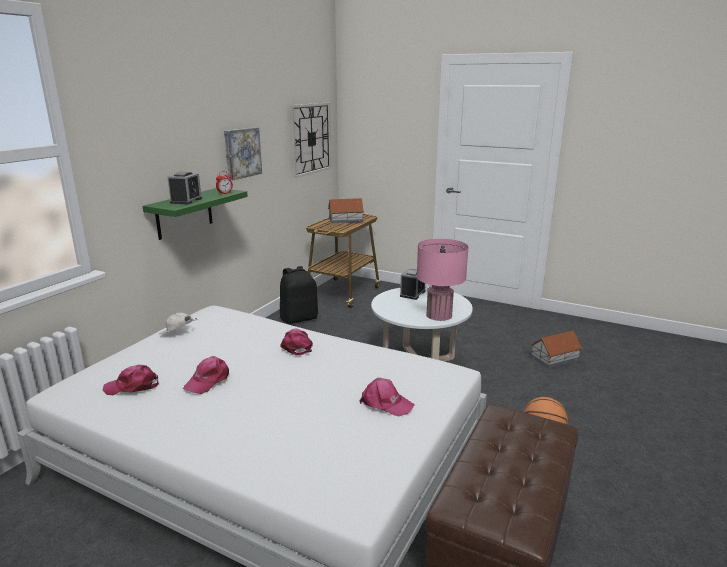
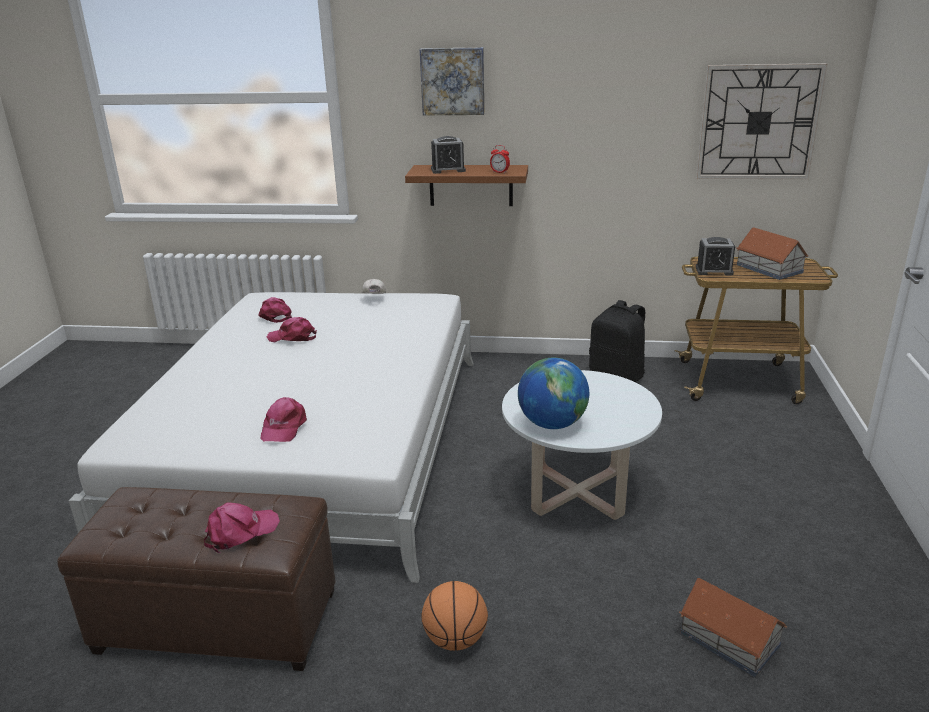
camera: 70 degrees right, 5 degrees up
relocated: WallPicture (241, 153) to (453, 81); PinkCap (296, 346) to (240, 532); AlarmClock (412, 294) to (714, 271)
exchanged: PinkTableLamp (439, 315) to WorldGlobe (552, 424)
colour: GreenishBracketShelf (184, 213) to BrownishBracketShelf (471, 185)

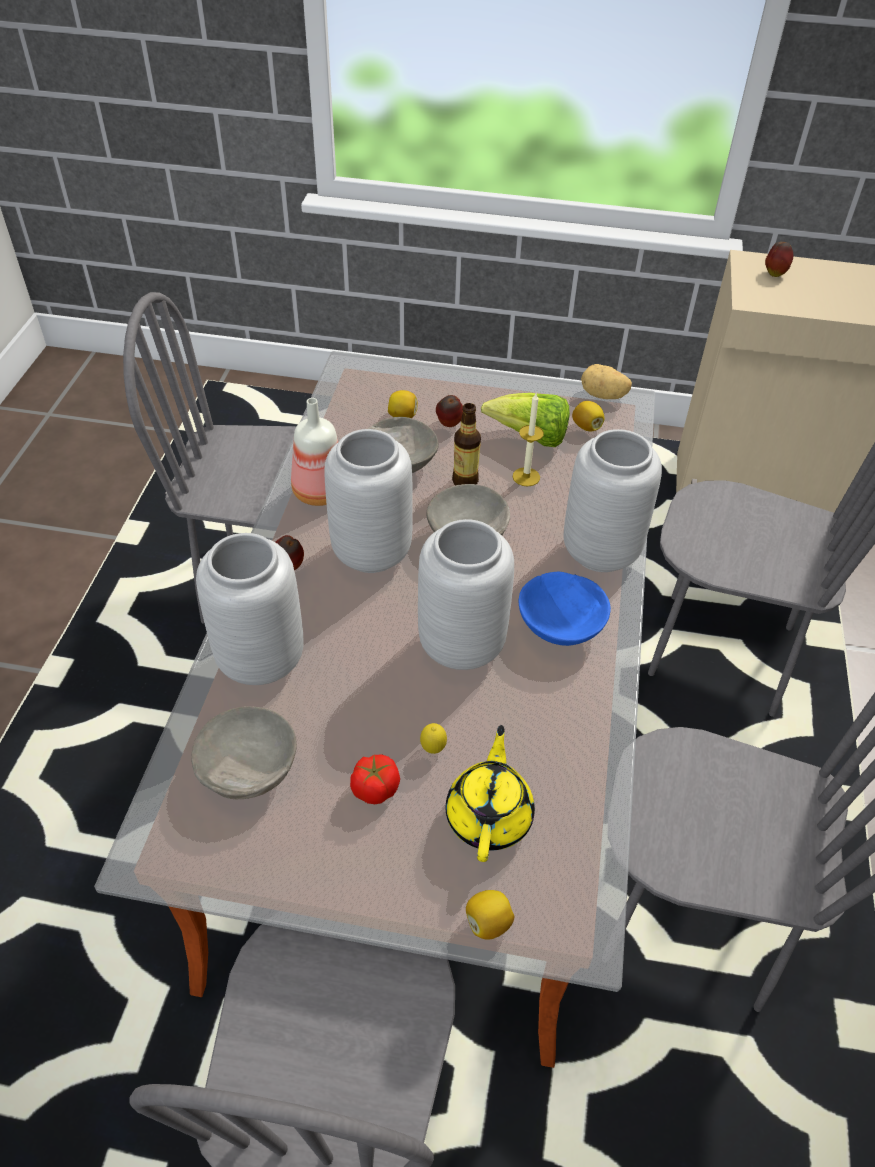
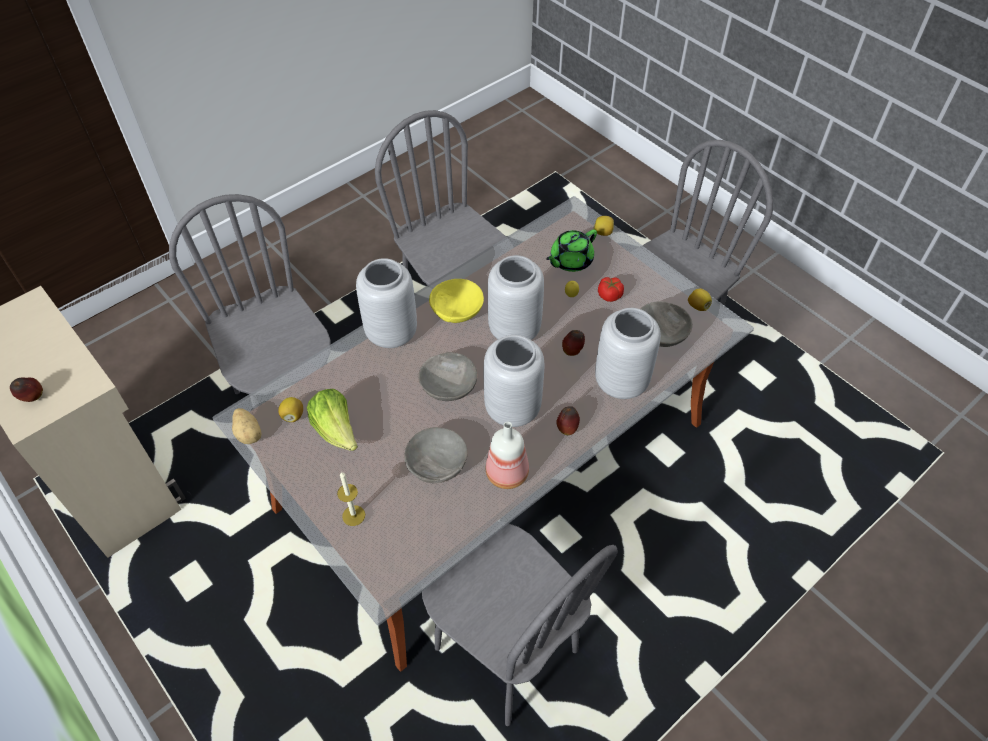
camera: 140 degrees left, 5 degrees up
missing: Bottle (465, 481)
relocated: WholeLemon (403, 416) to (698, 306); Apple (449, 425) to (572, 351); WaxCandle (526, 477) to (353, 515)
colour: YellowPotForTea (489, 815) to GreenishPotForTea (570, 261); BlueServingBowl (559, 625) to YellowServingBowl (457, 312)

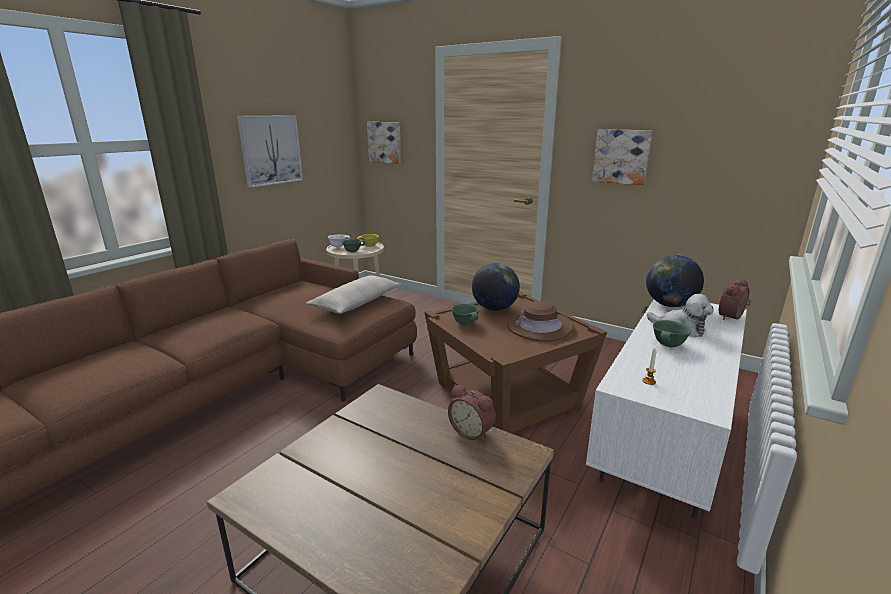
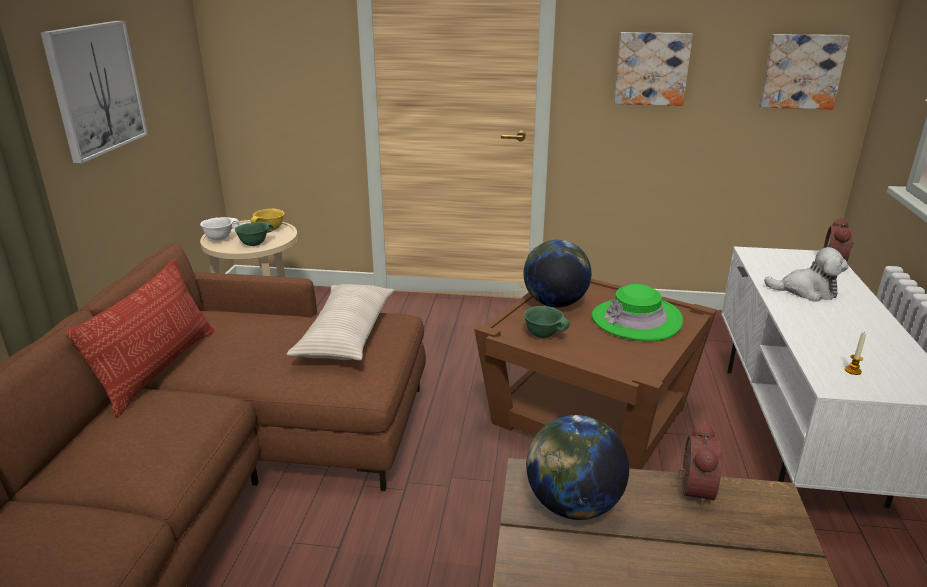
camera: 25 degrees left, 5 degrees up
missing: GreenishServingBowl (669, 345)
appeared: Cushion (158, 369)
relocated: WallPicture (385, 142) to (801, 71); WorldGlobe (669, 305) to (573, 505)
colour: BrownishClothingHat (540, 327) to GreenishClothingHat (636, 320)
spun: AlarmClock (472, 431) = (692, 489) 90 degrees counterclockwise

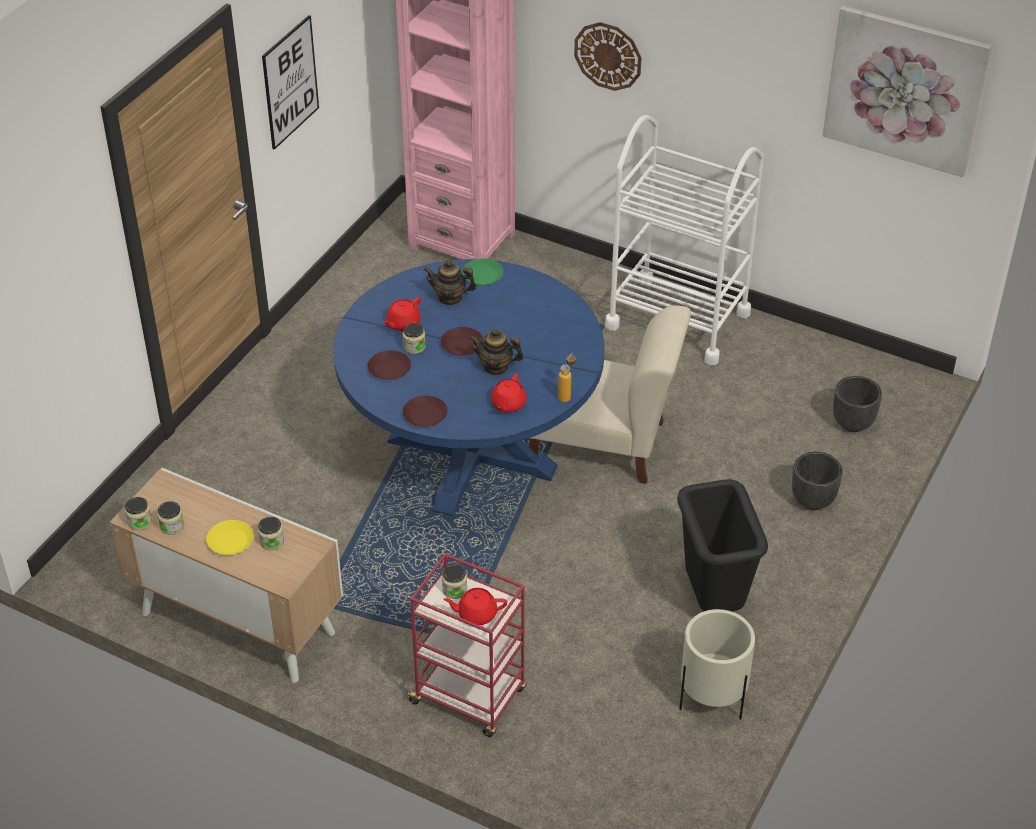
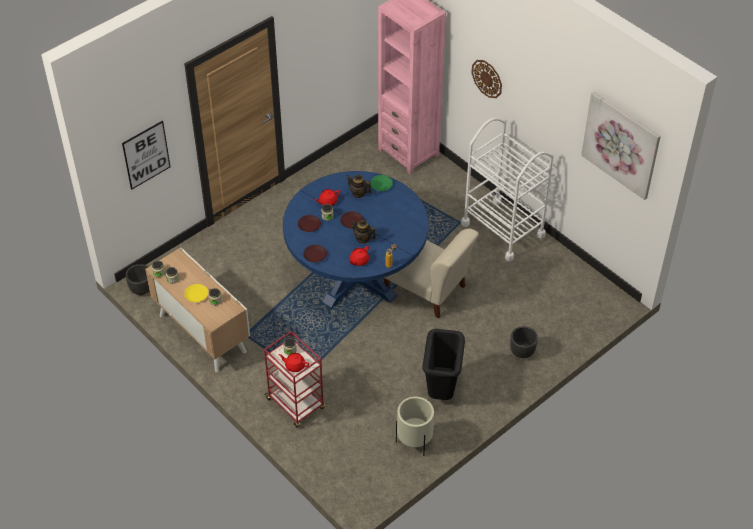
camera: 20 degrees right, 5 degrees up
relocated: WallPicture (290, 82) to (146, 155); BlackColouredPlantPot (853, 423) to (142, 290)

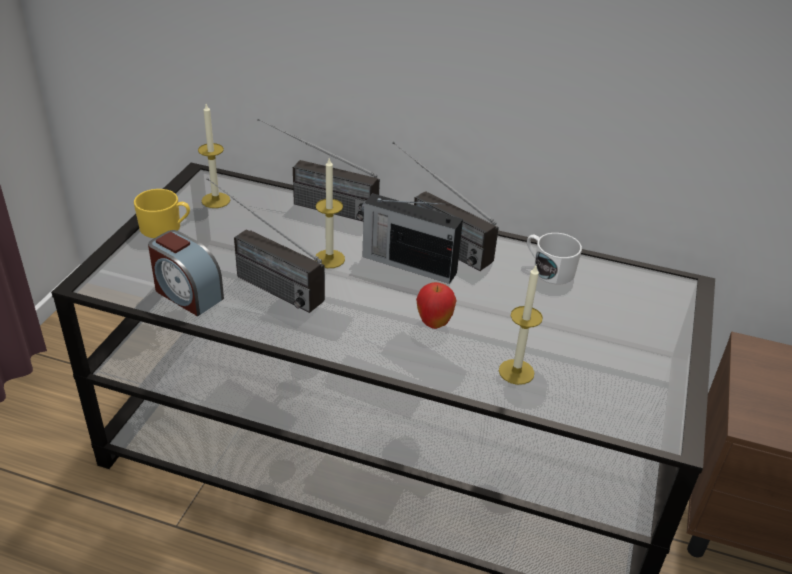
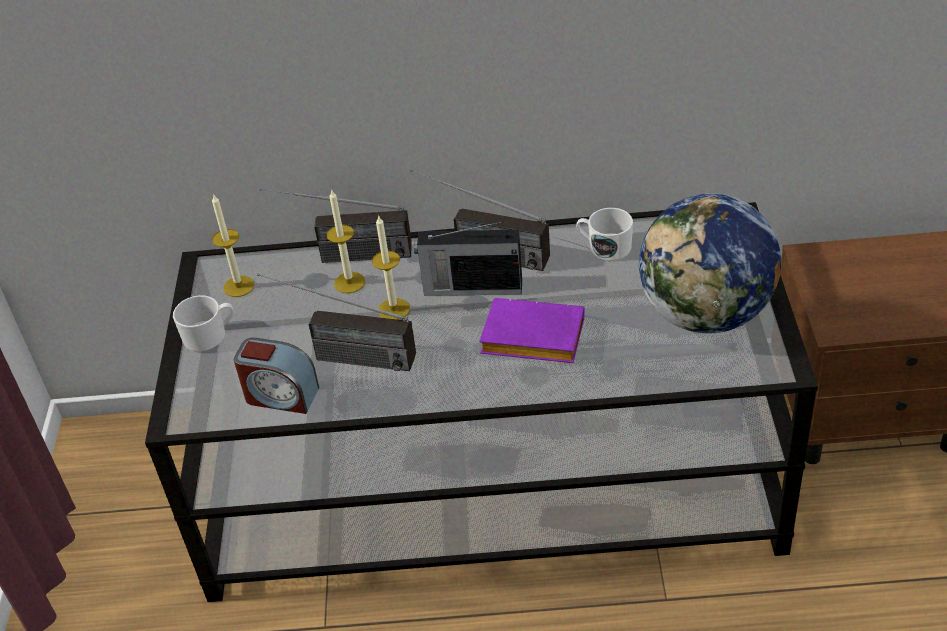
camera: 15 degrees left, 5 degrees up
appeared: WorldGlobe (706, 314)
relocated: WaxCandle (516, 372) to (349, 282)
exchanged: Apple (434, 323) to PurpleColouredBook (529, 339)
colour: YellowCoffeeMug (165, 228) to WhiteColouredCoffeeMug (210, 335)

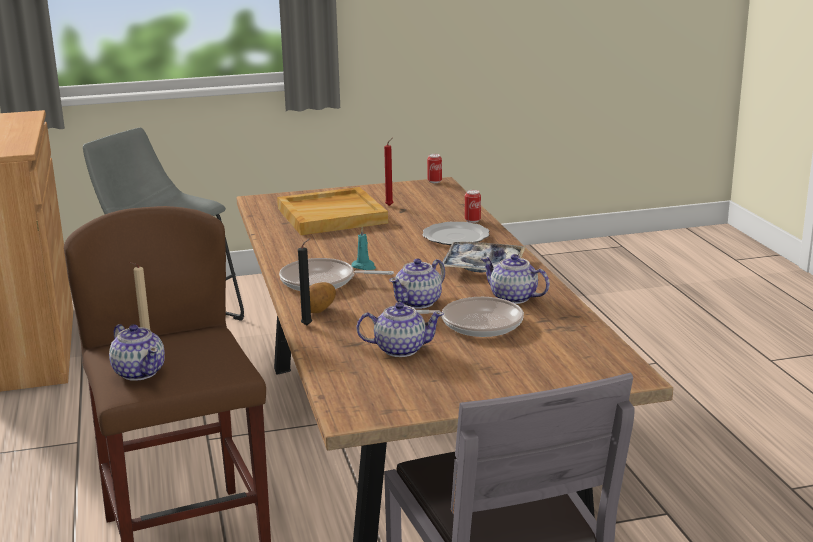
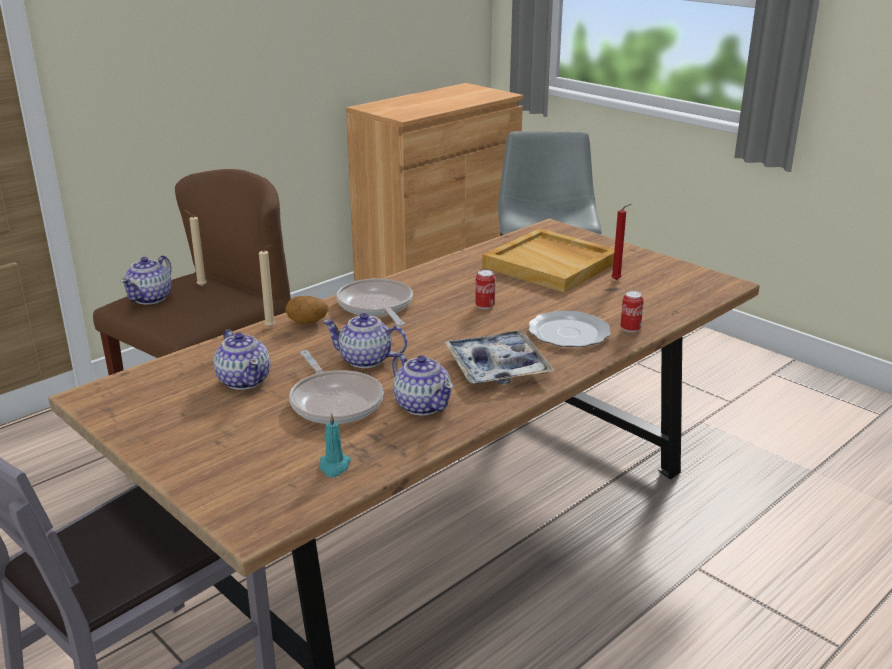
camera: 60 degrees right, 5 degrees up
relocated: BlueGreenWaxCandle (364, 267) to (334, 466); MetalCan (434, 181) to (485, 306)
colour: BlackColouredWaxCandle (308, 325) to BeigeWaxCandle (271, 327)
spun: PotForTea (513, 298) = (422, 405) 135 degrees clockwise

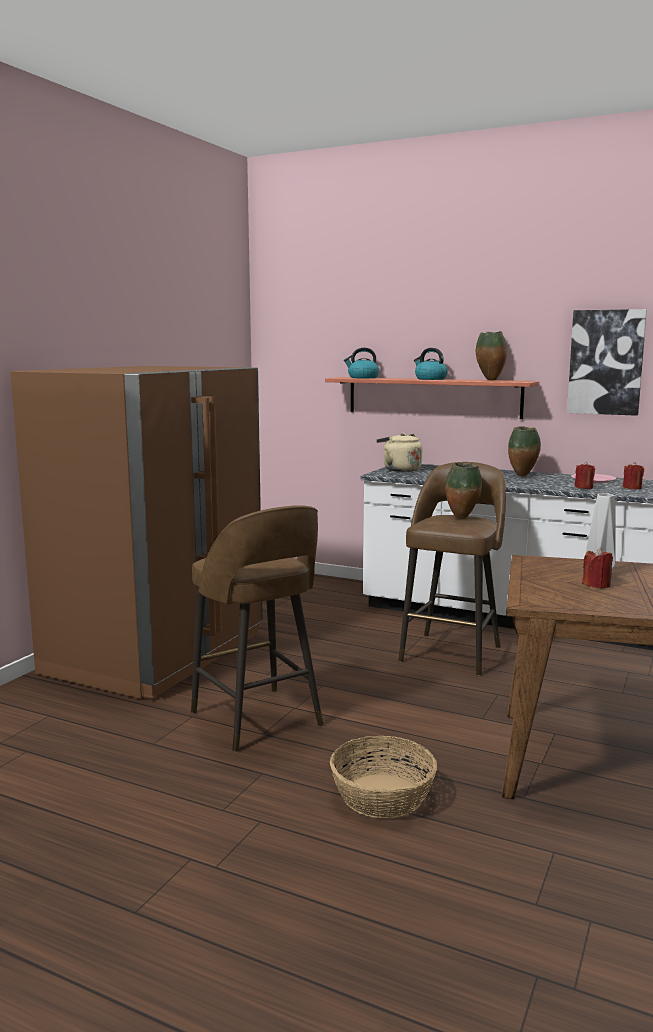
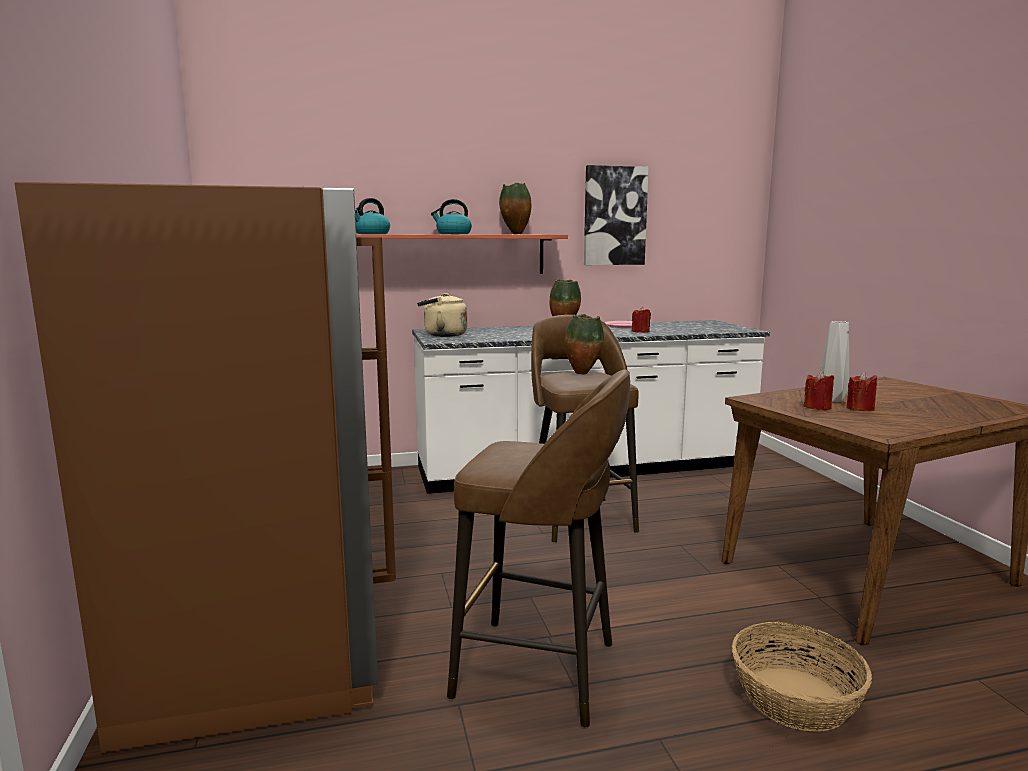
camera: 40 degrees left, 0 degrees up
relocated: RedColouredWaxCandle (632, 488) to (817, 407)

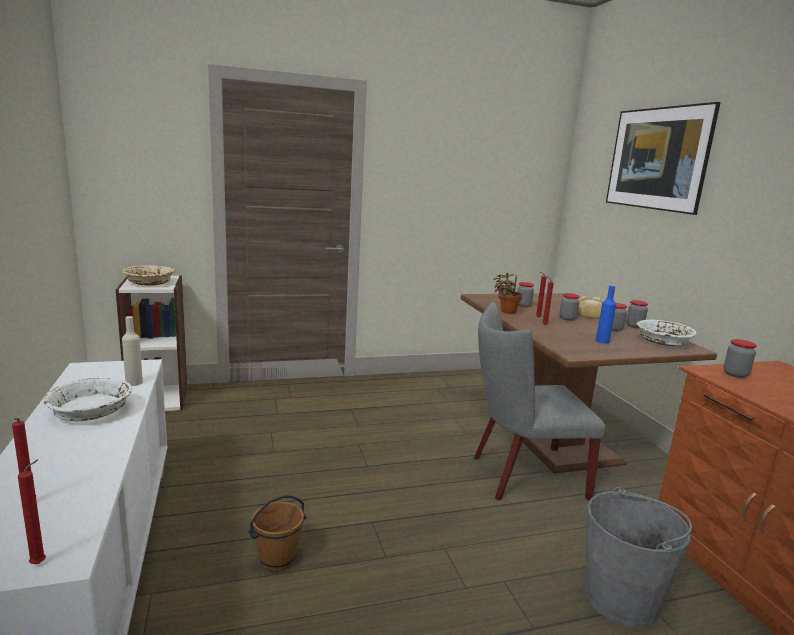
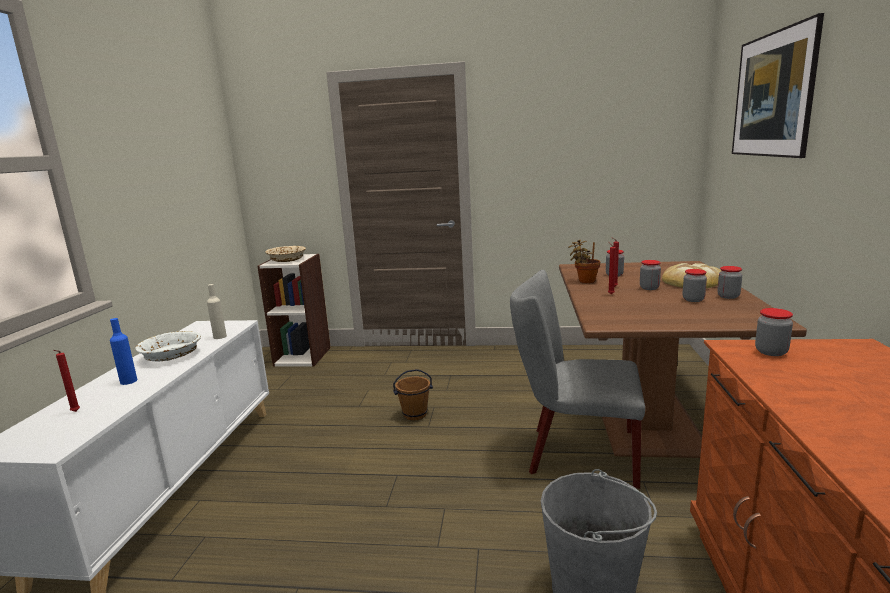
camera: 25 degrees right, 0 degrees up
missing: RedColouredWaxCandle (41, 563); WhiteColouredServingBowl (662, 341)
relocated: BrownishBucket (277, 559) to (415, 414); BlueBottle (602, 341) to (128, 381)

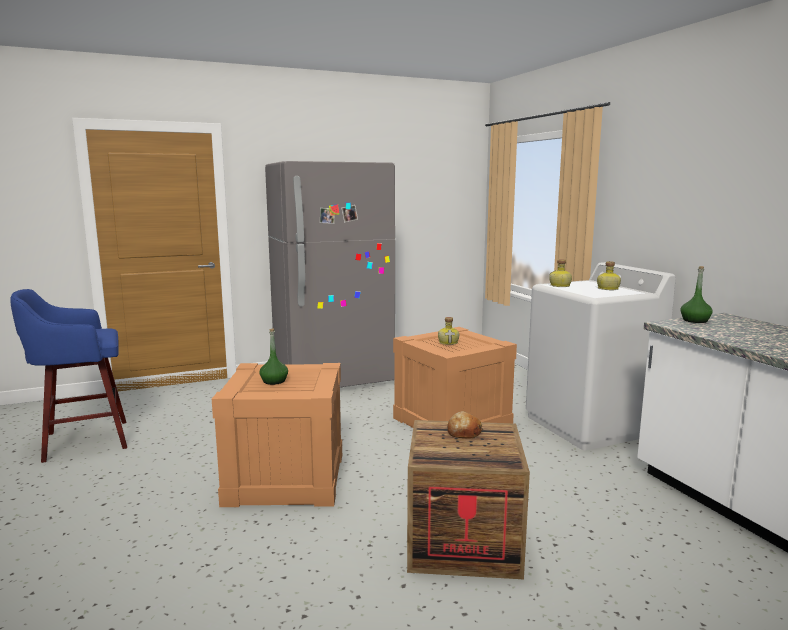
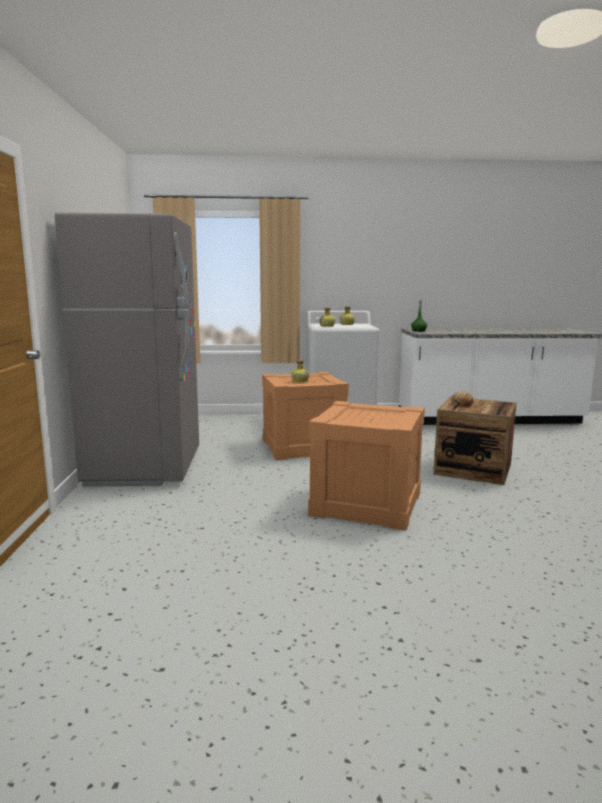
camera: 70 degrees left, 0 degrees up
missing: BlueStool (83, 441); GreenishBottle (274, 381)

